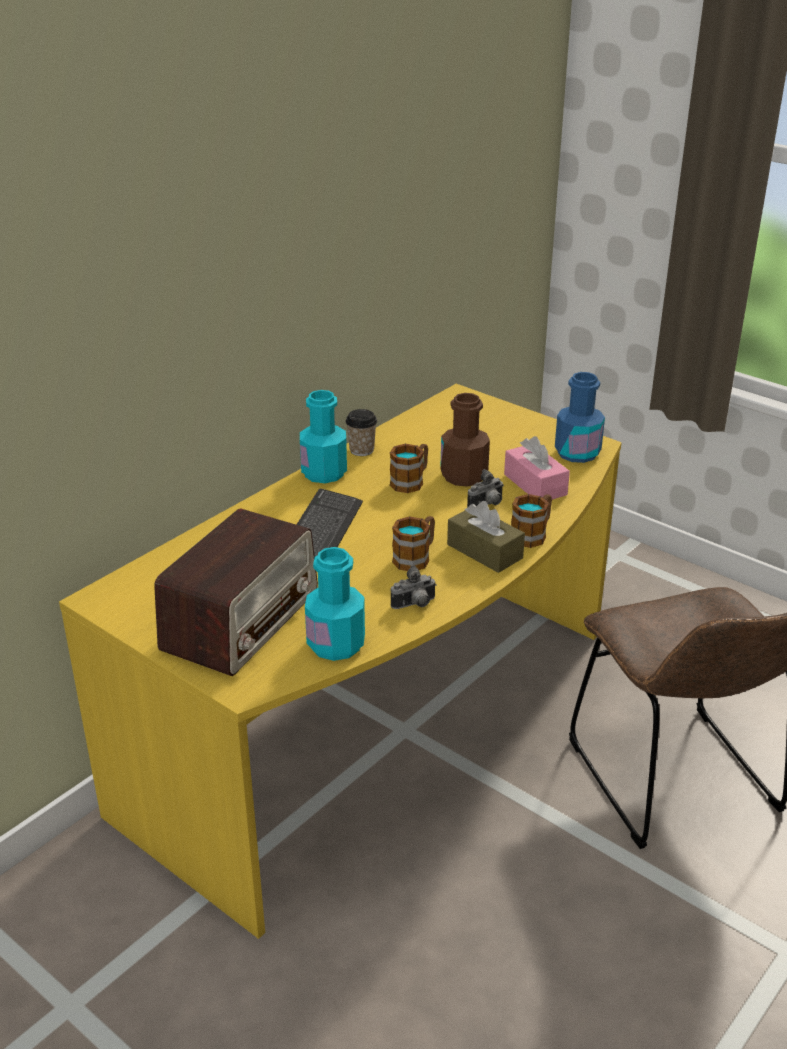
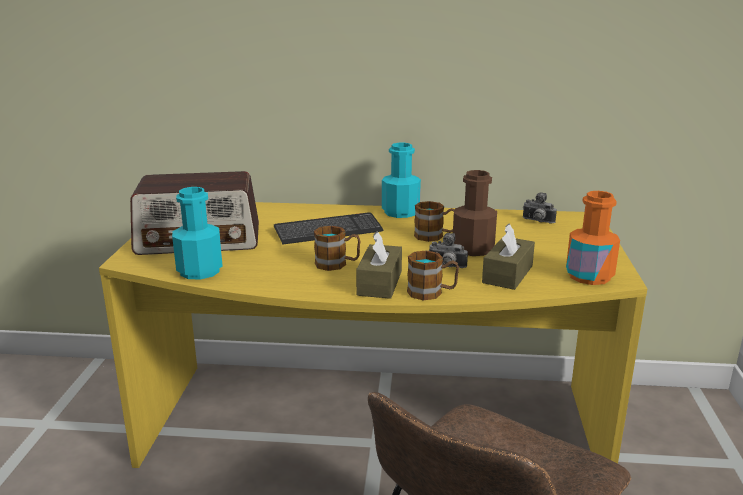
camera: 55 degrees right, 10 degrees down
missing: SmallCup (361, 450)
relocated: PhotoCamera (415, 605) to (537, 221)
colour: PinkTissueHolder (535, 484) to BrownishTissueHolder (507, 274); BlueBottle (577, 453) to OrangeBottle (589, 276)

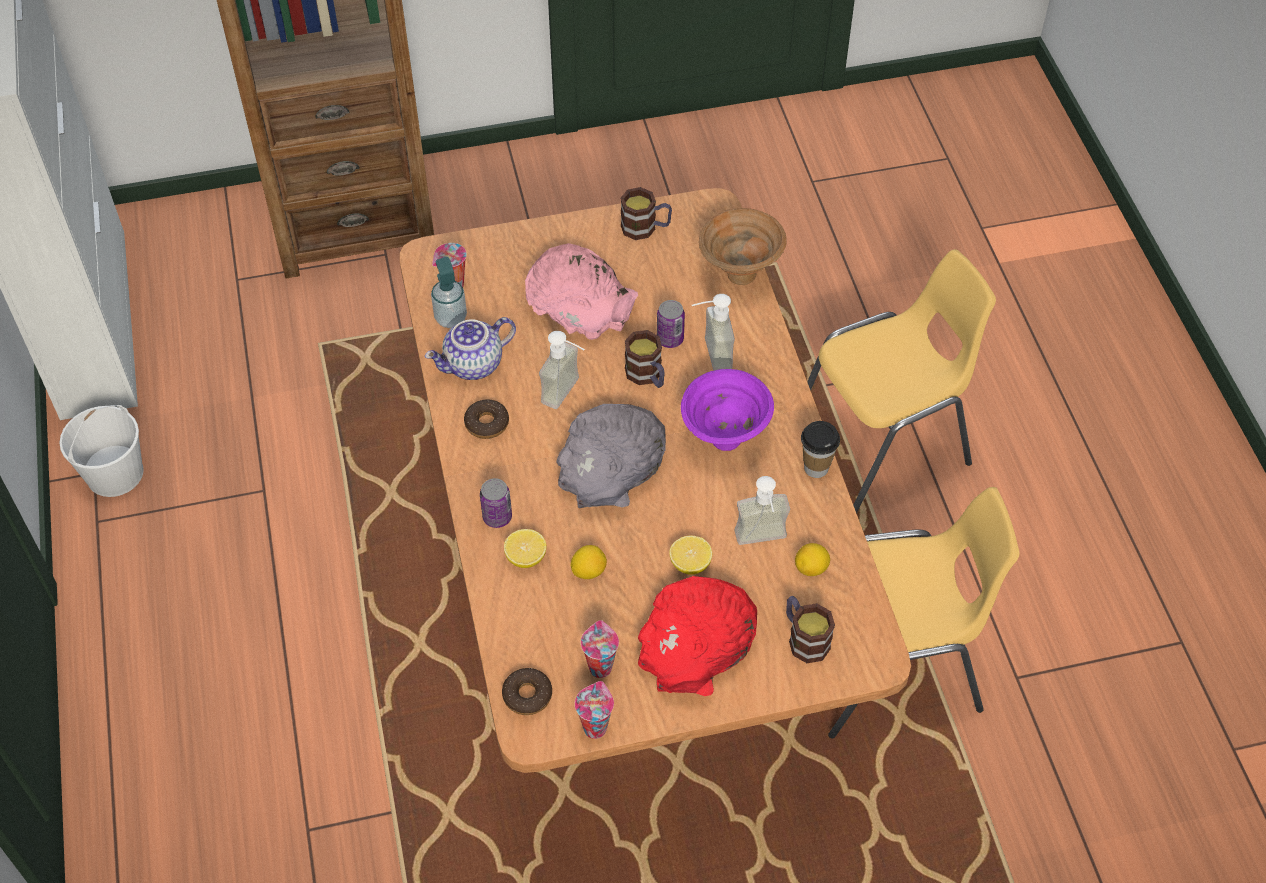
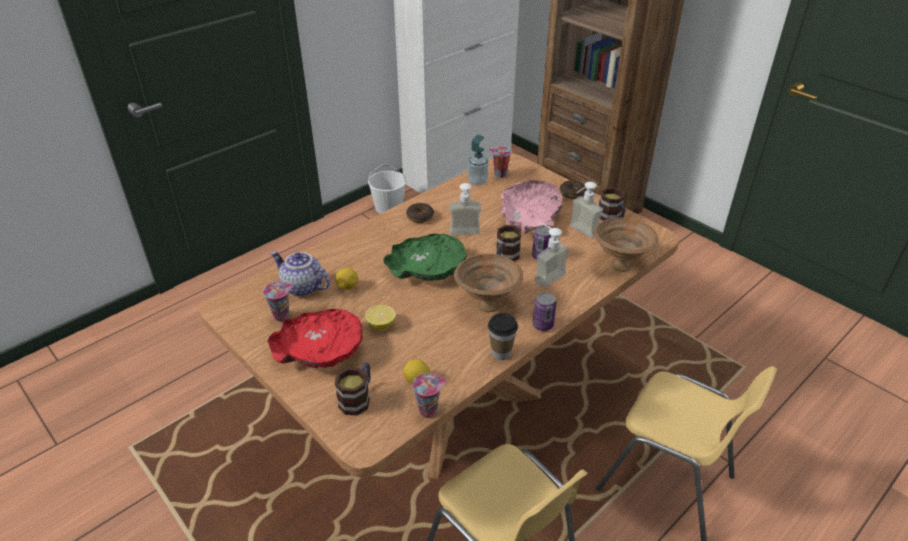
camera: 60 degrees right, 15 degrees down
missing: WholeLemon (526, 557)
relocated: PotForTea (473, 366) to (302, 287); MetalCan (497, 517) to (543, 325); Donut (527, 695) to (572, 193); SmallCup (594, 726) to (429, 410); SoapDispenser (762, 543) to (579, 232)
colour: GrayServingBowl (611, 468) to GreenishServingBowl (427, 268); PurpleColouredServingBowl (724, 441) to BrownishServingBowl (486, 305)

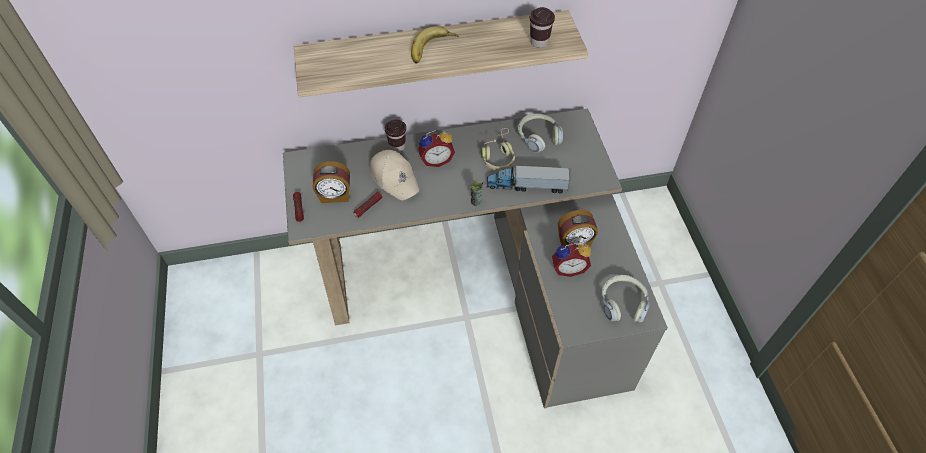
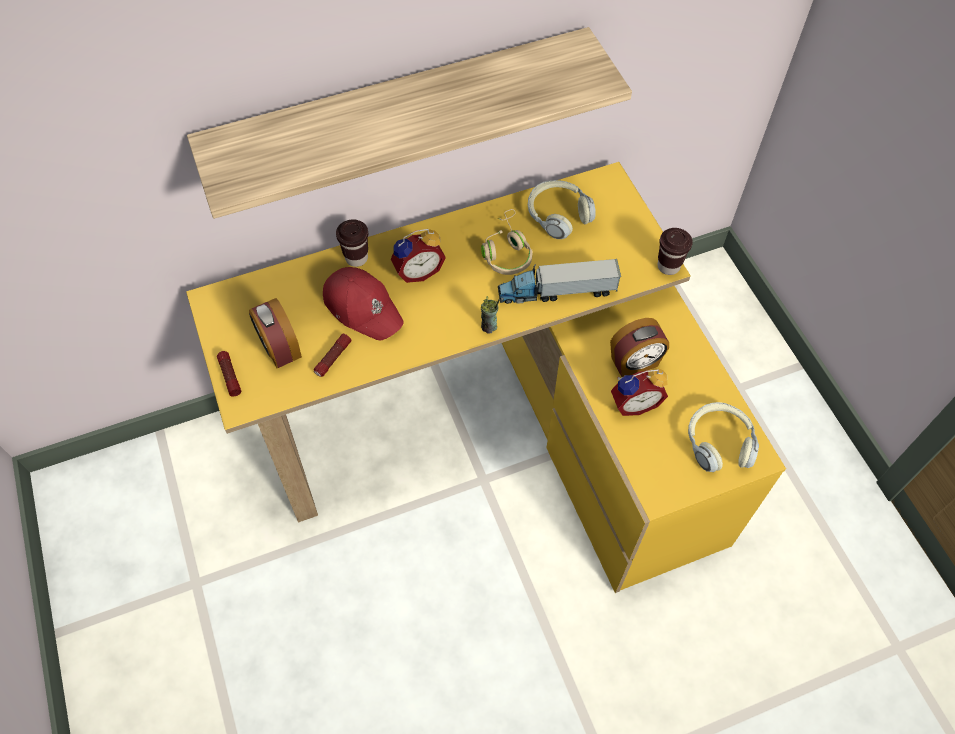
camera: 10 degrees left, 5 degrees up
missing: WholeBanana (433, 49)
relocated: BrownishSmallCup (539, 42) to (668, 266)
colour: GrayDeskTable (484, 285) to YellowDeskTable (499, 428); BeigeCap (395, 178) to RedColouredCap (363, 307)
spun: AlarmClock (335, 196) = (280, 348) 75 degrees clockwise

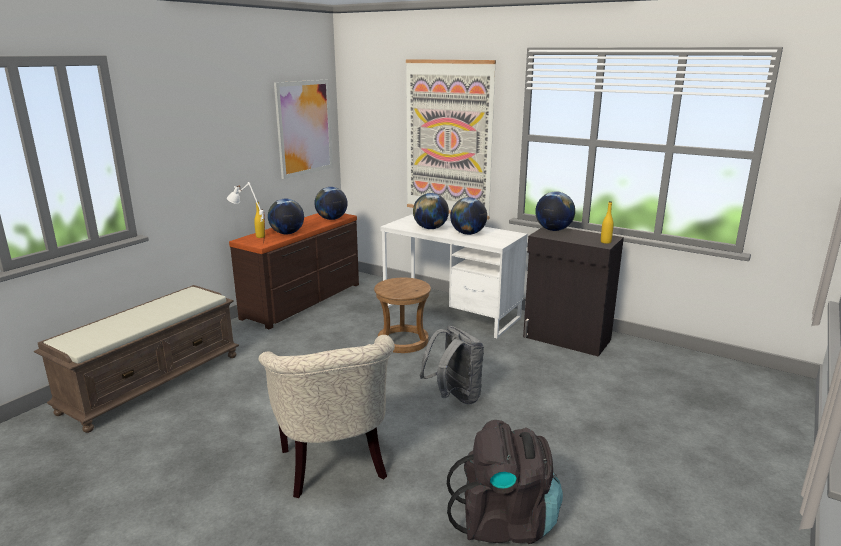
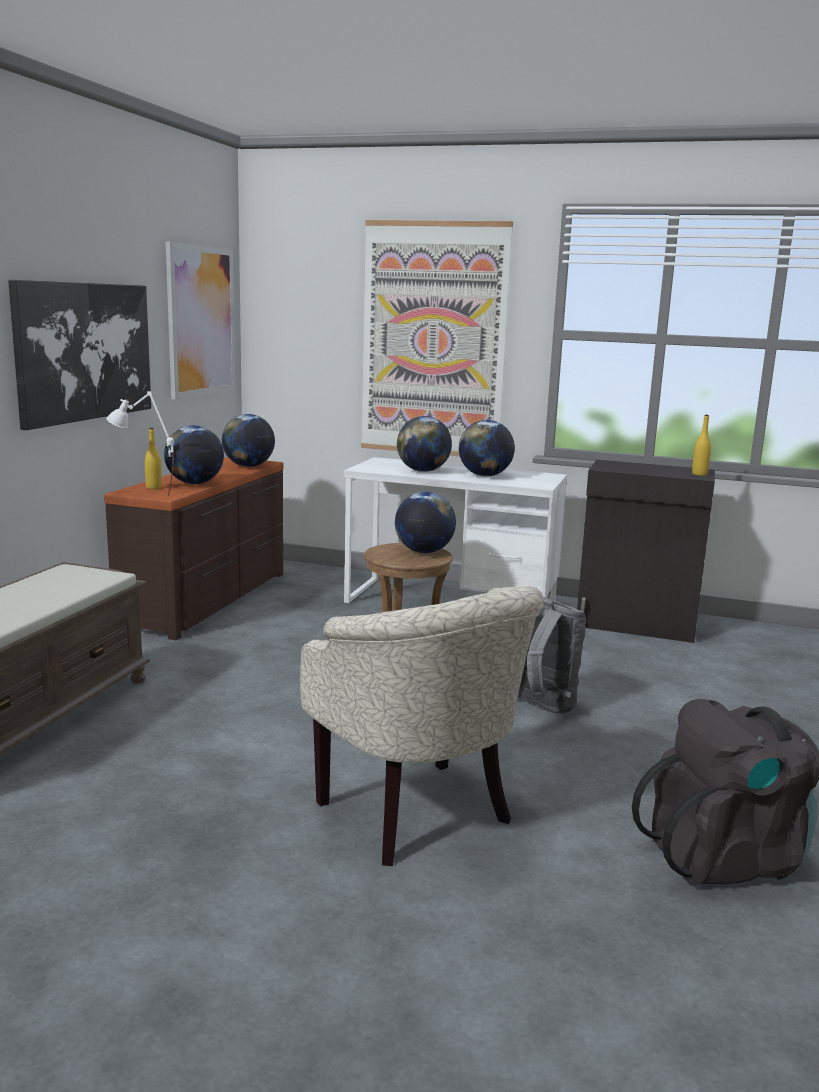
camera: 15 degrees left, 5 degrees down
appeared: WallPicture (84, 351)
relocated: WorldGlobe (553, 230) to (424, 552)

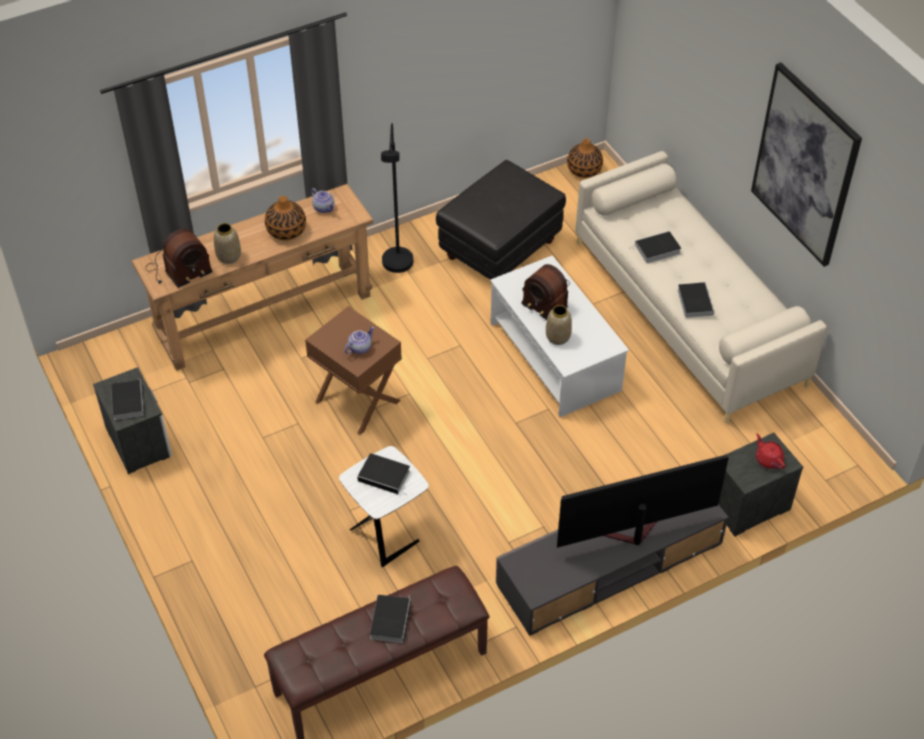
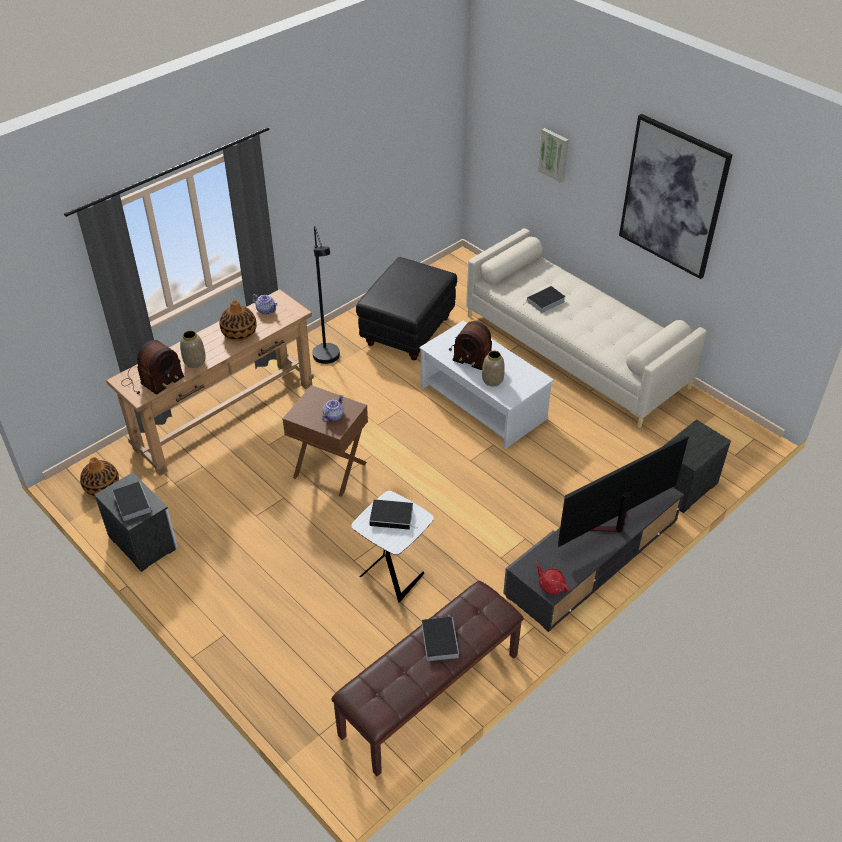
camera: 15 degrees left, 5 degrees down
missing: Book (694, 301)
appeared: WallPicture (554, 154)
relocated: DecorativeVase (584, 170) to (102, 487); RedColouredPotForTea (768, 459) to (551, 585)

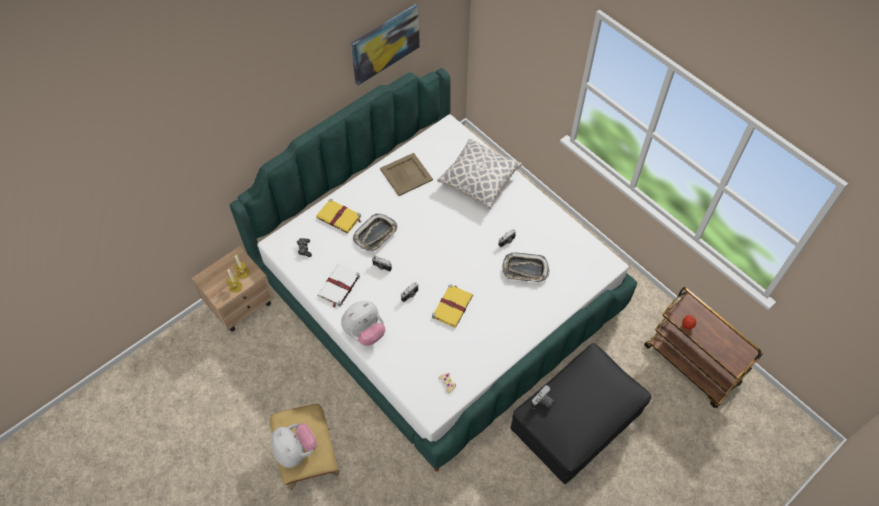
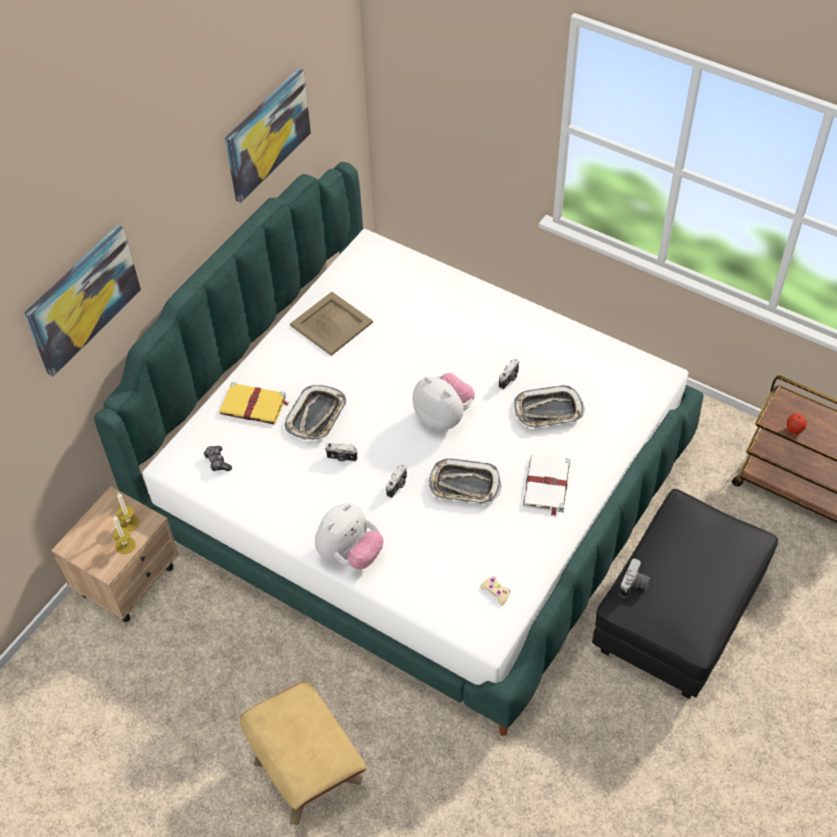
camera: 15 degrees left, 5 degrees down
missing: Cushion (479, 181)
appeared: WallPicture (82, 299)
relocated: PlushToy (295, 451) to (443, 416); WhiteColouredBook (338, 286) to (546, 485)
exchanged: YellowBook (452, 306) to Tray (464, 485)

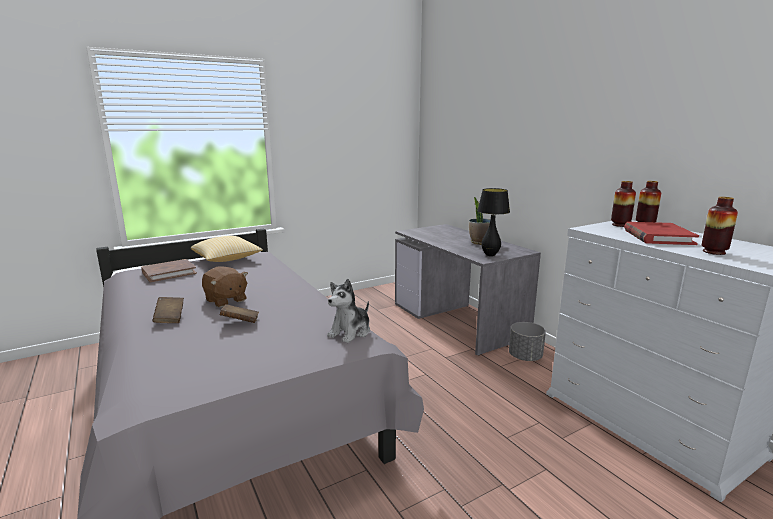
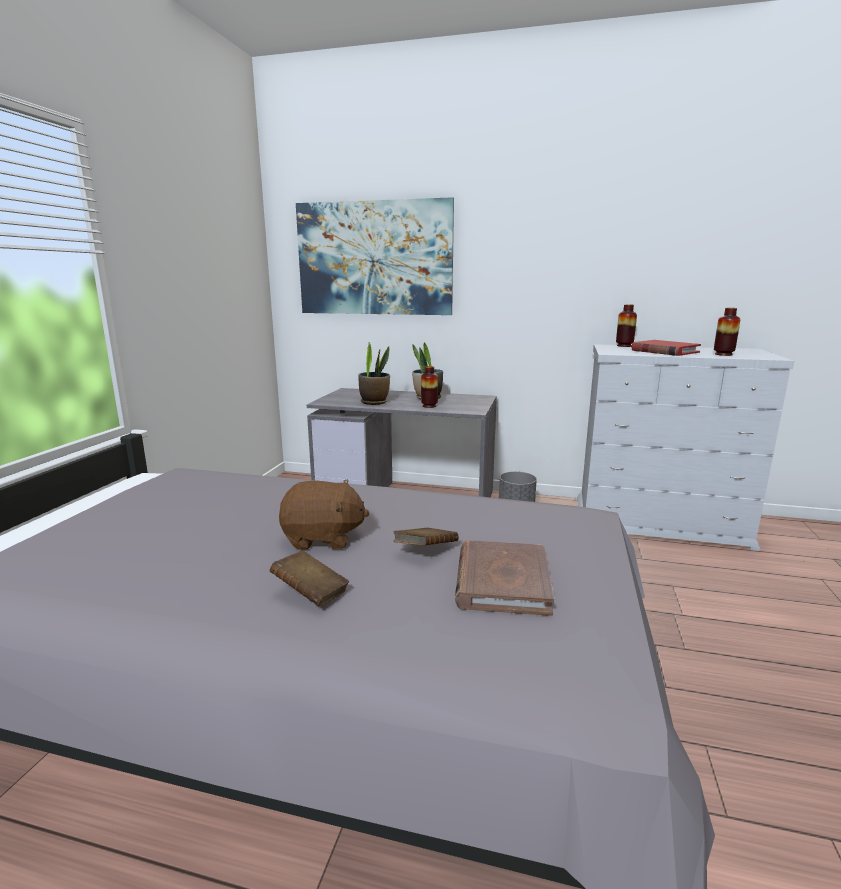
camera: 45 degrees left, 0 degrees up
missing: Cushion (227, 259); PlushToy (350, 332); BlackColouredTableLamp (490, 255)
appeared: WallPicture (374, 259); PlantInAPot (374, 402)
relocated: BrownishBook (169, 273) to (502, 581); DecorativeVase (620, 225) to (429, 406)

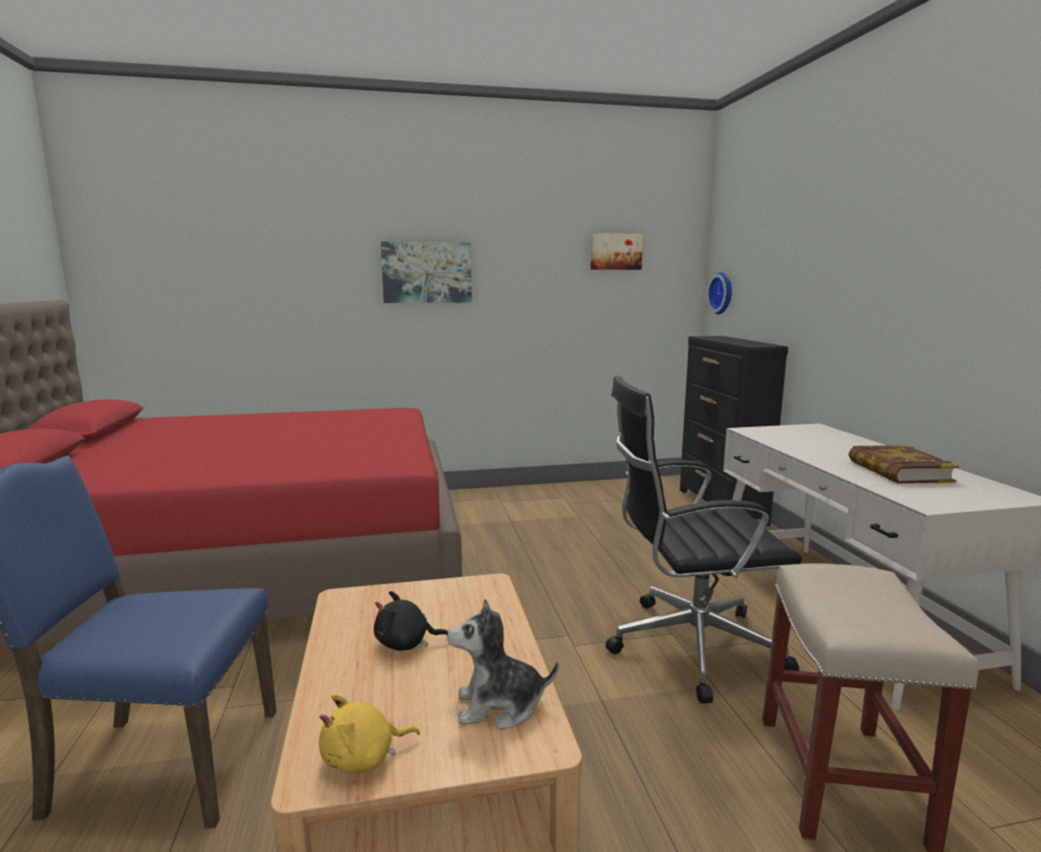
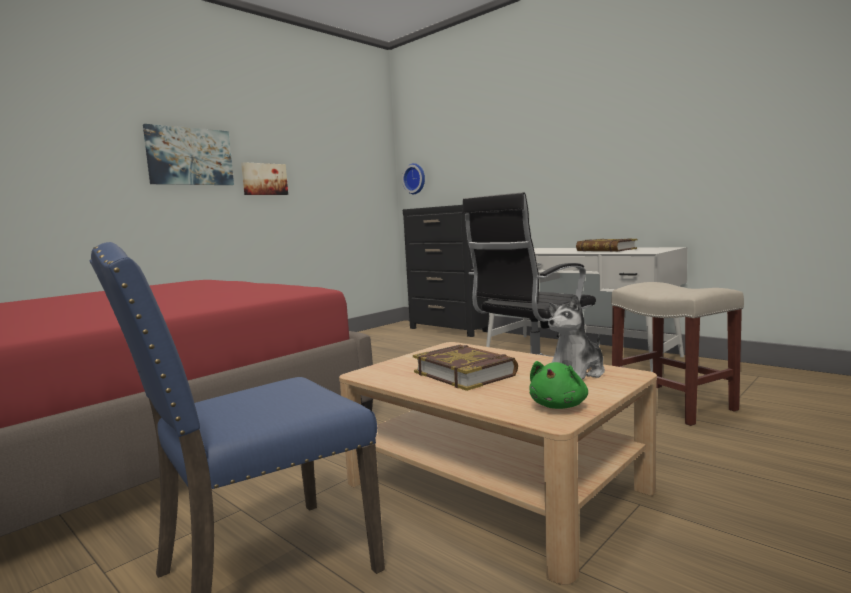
camera: 35 degrees left, 5 degrees down
relocated: WallPicture (615, 252) to (264, 179)
exchanged: BlackColouredPlushToy (406, 643) to Book (465, 373)
colour: YellowPlushToy (363, 758) to GreenishPlushToy (559, 405)

